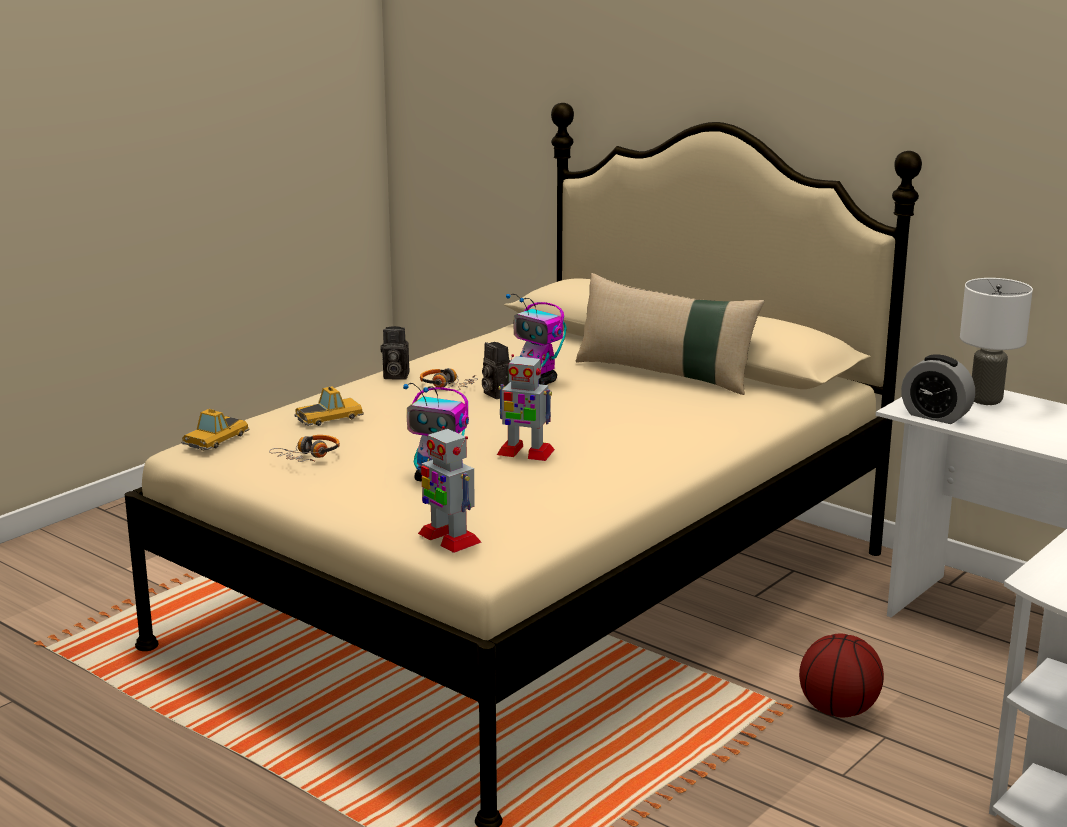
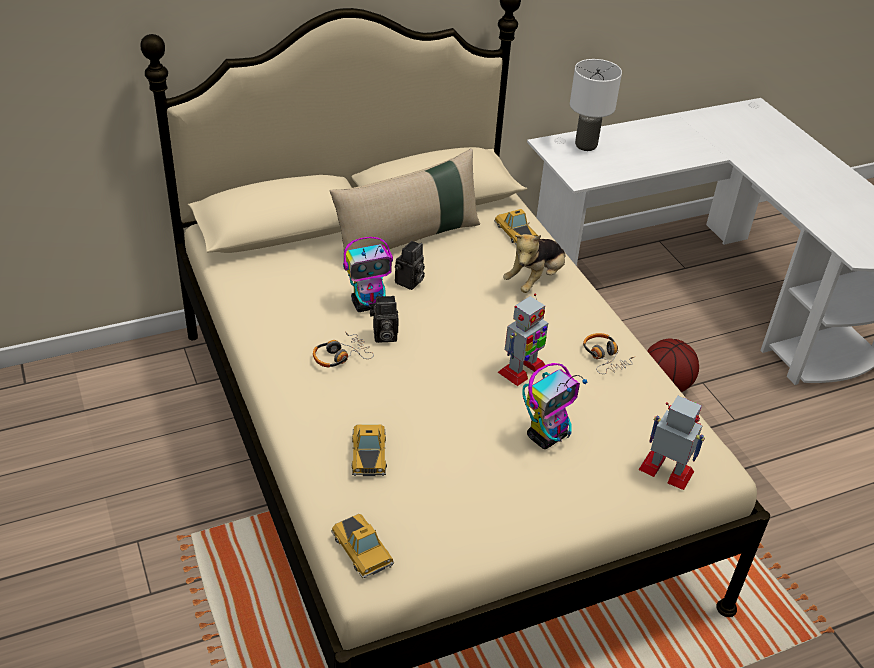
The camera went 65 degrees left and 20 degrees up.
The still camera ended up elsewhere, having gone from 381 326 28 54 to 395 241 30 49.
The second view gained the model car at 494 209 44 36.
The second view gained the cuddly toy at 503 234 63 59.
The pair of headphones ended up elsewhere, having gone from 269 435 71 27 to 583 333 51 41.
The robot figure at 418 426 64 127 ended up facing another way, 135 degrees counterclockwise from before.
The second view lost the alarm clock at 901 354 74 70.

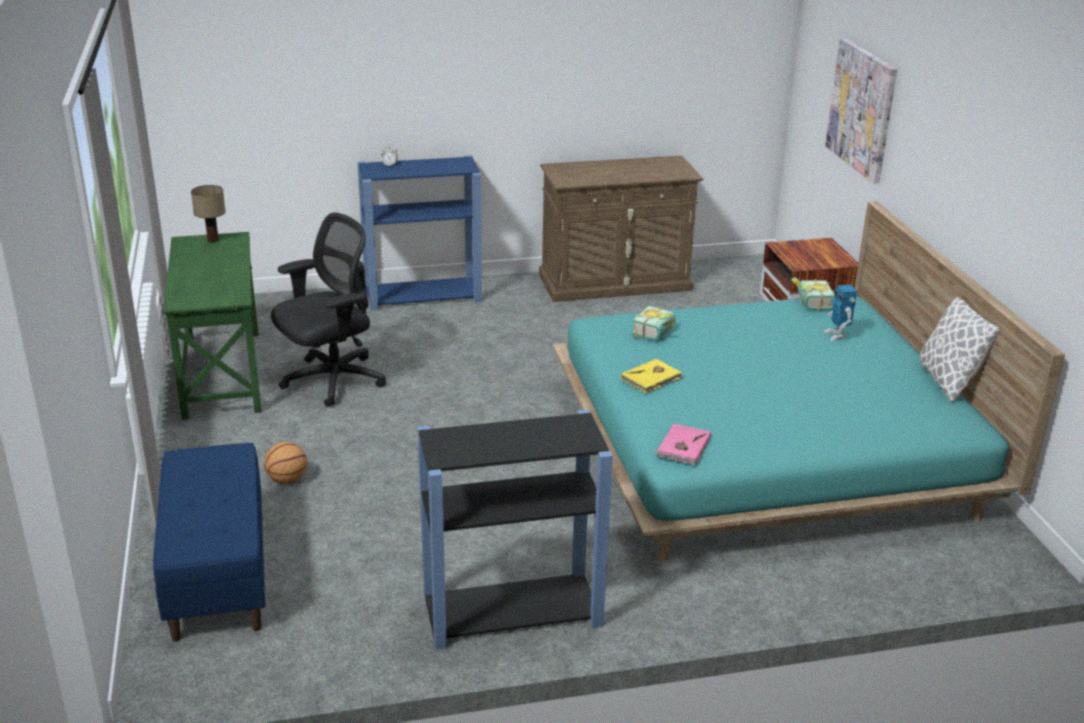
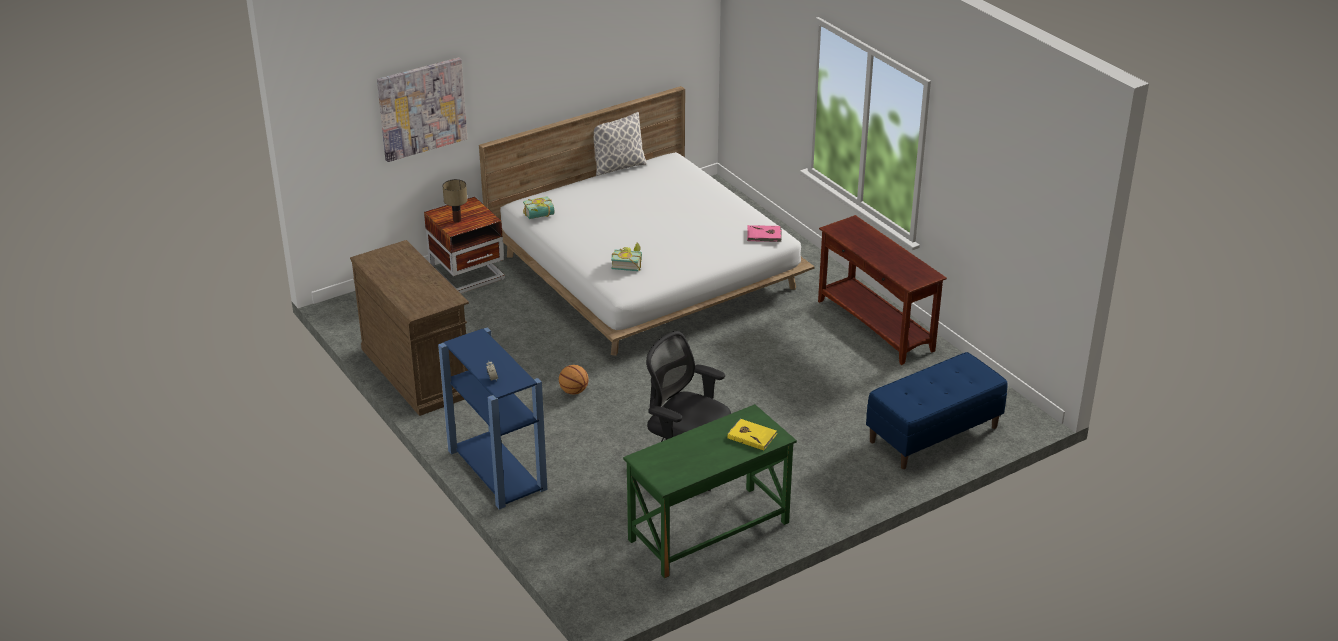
The camera went 110 degrees left and 5 degrees up.
The tabletop lamp ended up elsewhere, having gone from 191 185 35 58 to 443 179 24 43.
What was the bedroom bed (turquoise) at 553 201 512 362 turned into the bedroom bed (white) at 479 86 336 270.
The basketball ball ended up elsewhere, having gone from 264 442 43 42 to 559 365 29 30.
The volume (yellow-coloured) ended up elsewhere, having gone from 621 359 62 34 to 728 419 50 31.
Where the shelving unit (black) stood at 418 409 195 241, the console table (brown) came to stand at 818 215 129 150.
The second view lost the robot figure at 823 285 34 56.

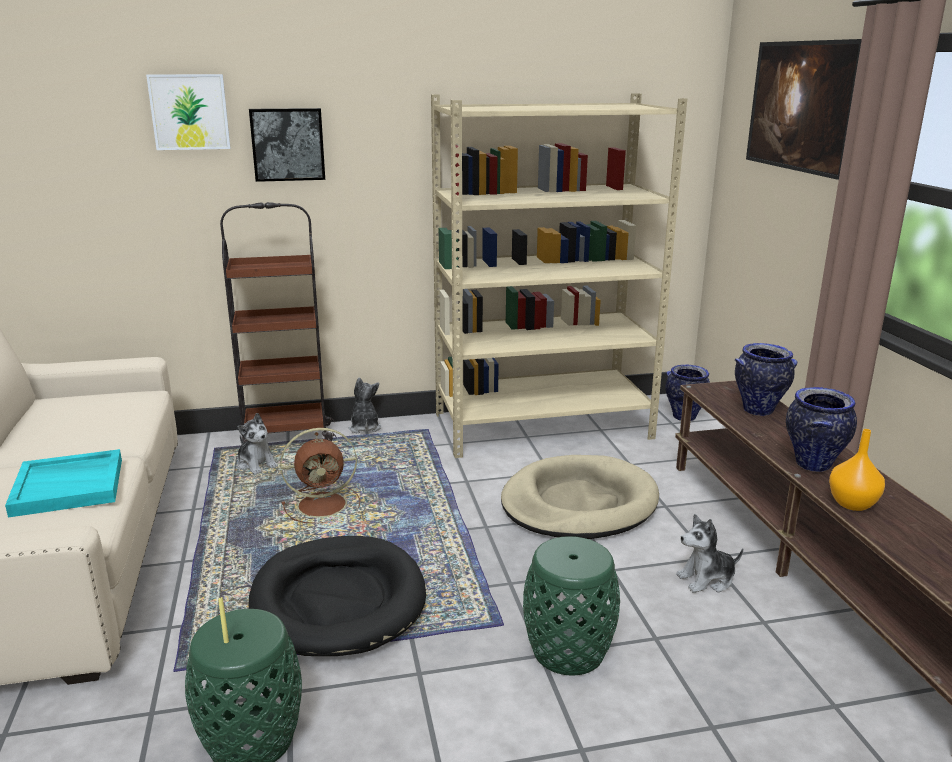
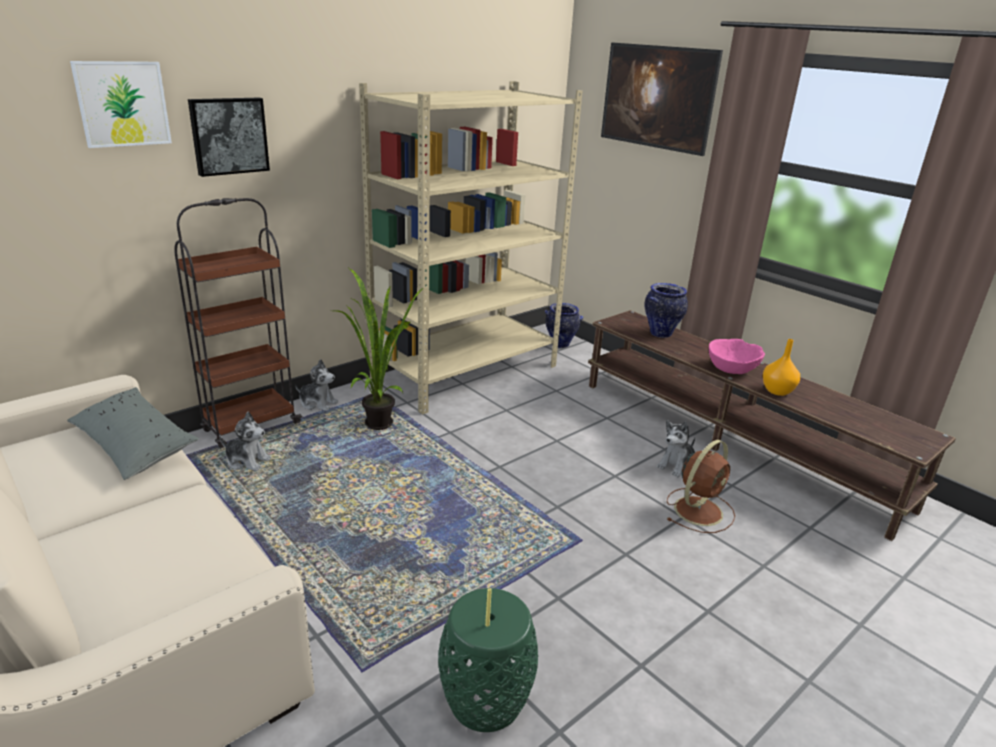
The camera went 30 degrees left and 5 degrees up.
The second view gained the throw pillow (gray) at 67 387 132 93.
The cuddly toy at 348 378 33 55 ended up facing another way, 150 degrees clockwise from before.
The second view gained the houseplant at 337 268 86 162.
The cooling fan (brown) ended up elsewhere, having gone from 280 428 80 95 to 666 440 69 93.
Where the vase stood at 786 387 71 85, the deep dish (pink-coloured) came to stand at 709 339 56 35.
The second view lost the tray (turquoise) at 5 449 117 69.
The second view lost the dog bed (black) at 249 536 177 120.
The second view lost the dog bed (sand-coloured) at 501 455 158 84.
The second view lost the stool (green) at 523 536 97 139.

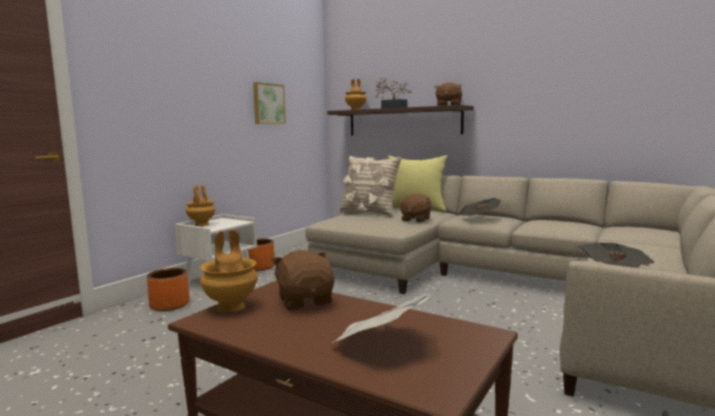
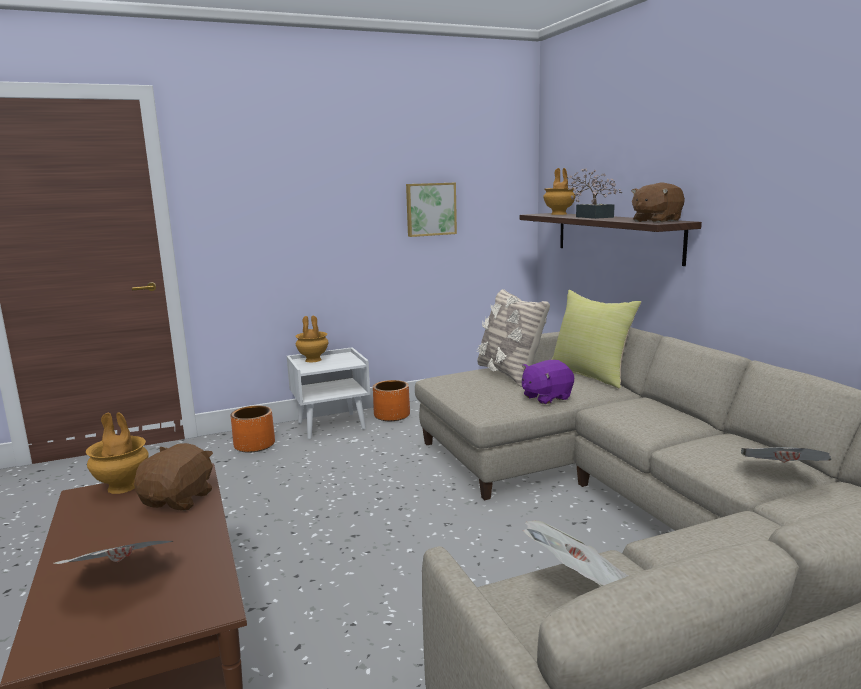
The camera went 35 degrees right and 5 degrees up.
What was the cuddly toy (brown) at 399 194 32 29 turned into the cuddly toy (purplish) at 522 360 52 44.
The printed paper ended up elsewhere, having gone from 459 198 42 18 to 741 447 91 16.

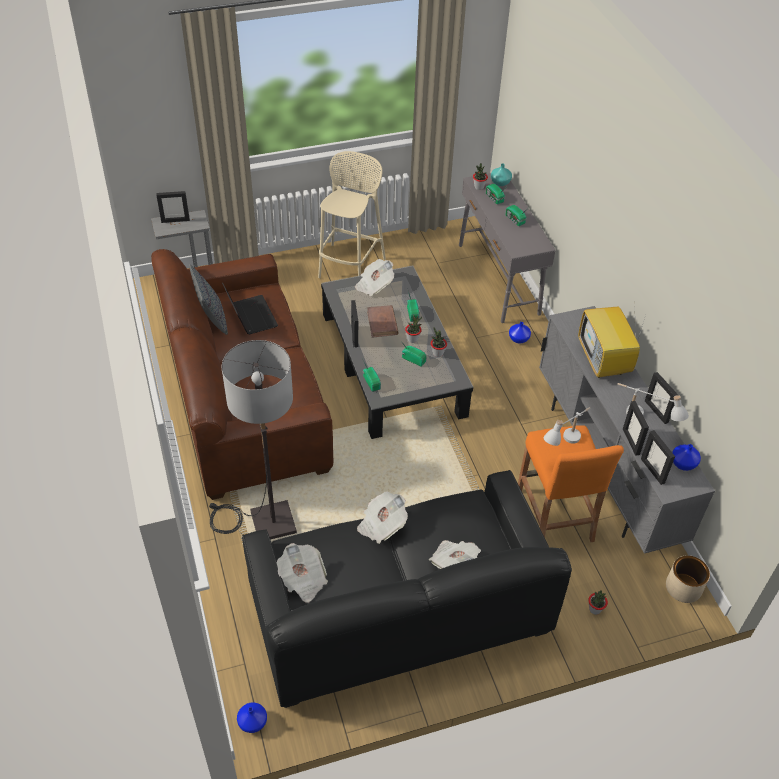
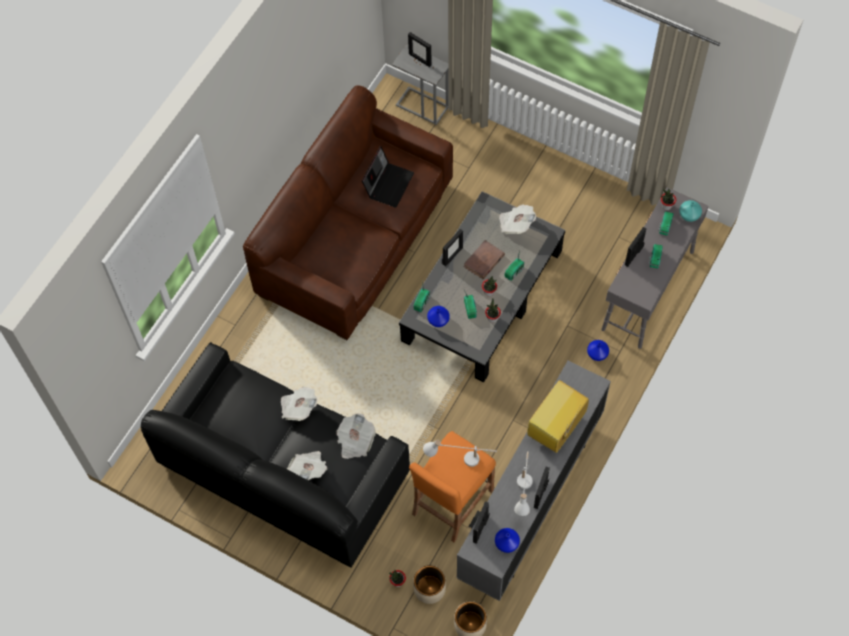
The camera went 50 degrees right and 15 degrees up.
The printed paper ended up elsewhere, having gone from 277 543 51 60 to 336 413 40 46.
The second view gained the flower pot (sand-coloured) at 413 565 33 39.
The vase (blue-coloured) ended up elsewhere, having gone from 237 702 30 31 to 427 306 23 21.
The picture frame ended up elsewhere, having gone from 623 401 26 55 to 625 227 21 40.
The second view lost the throw pillow (gray) at 189 264 39 71.
The second view lost the standard lamp at 209 340 88 200.
The second view lost the stool (sand-coloured) at 318 151 68 127.

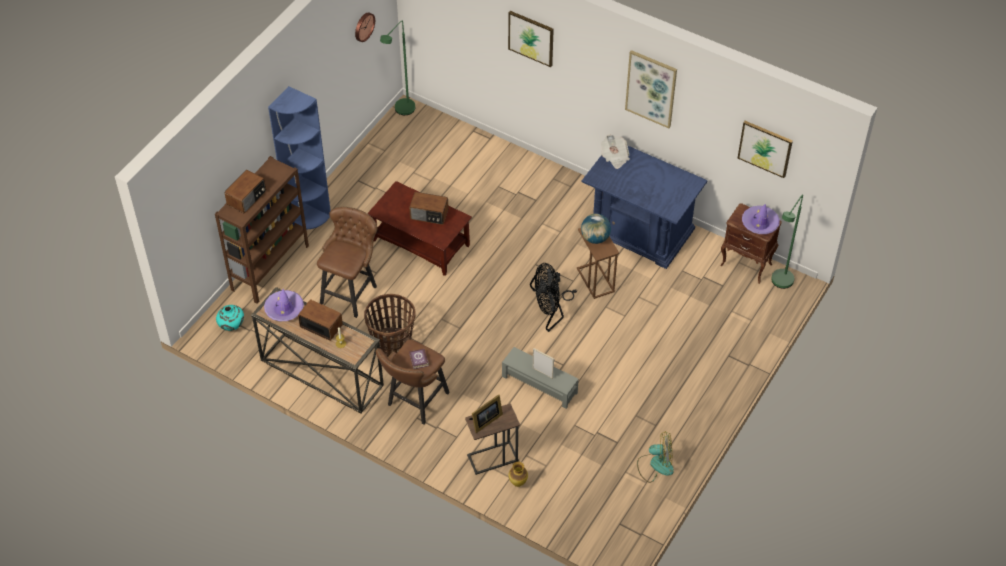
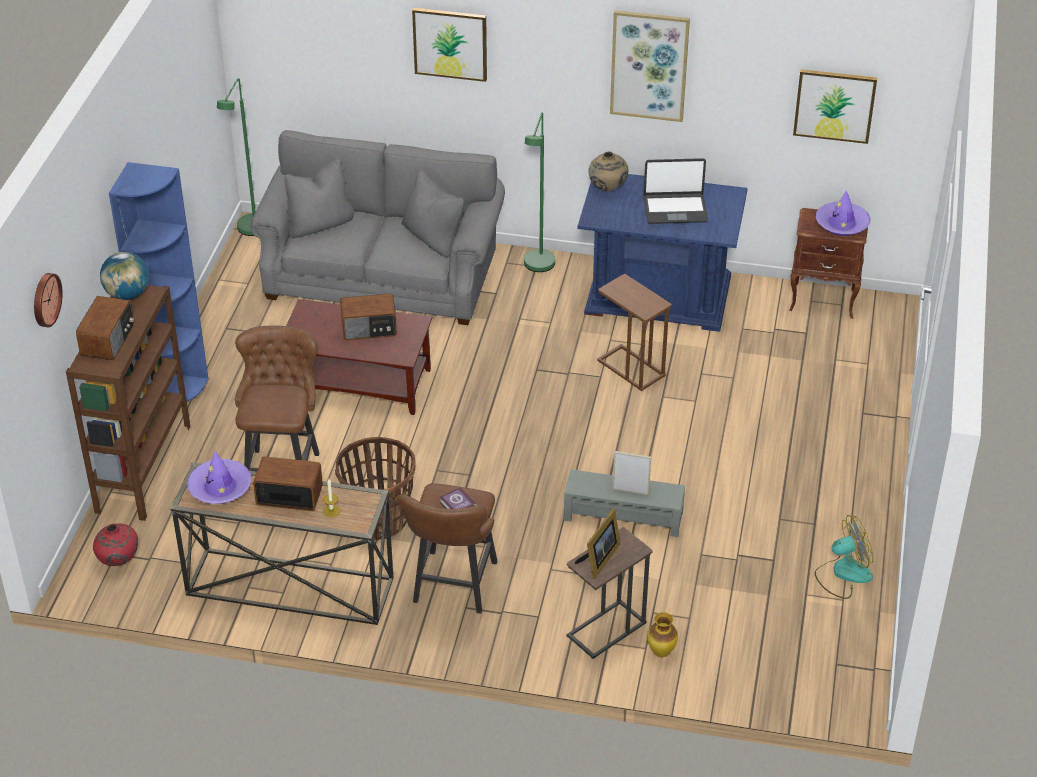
The camera went 20 degrees left and 10 degrees down.
The wall clock ended up elsewhere, having gone from 355 12 20 30 to 34 273 28 54.
What was the vase (turquoise) at 216 305 28 26 turned into the vase (red-coloured) at 93 524 45 42.
The globe ended up elsewhere, having gone from 581 214 30 30 to 100 252 49 48.
The second view gained the sofa (gray) at 250 130 255 195.
The standard lamp (green) ended up elsewhere, having gone from 771 194 32 95 to 524 113 31 159.
Where the printed paper stood at 601 134 29 35, the vase (sand-coloured) came to stand at 588 151 40 40.
The second view gained the notebook computer at 644 158 64 66.
The second view lost the cooling fan (black) at 530 263 48 69.

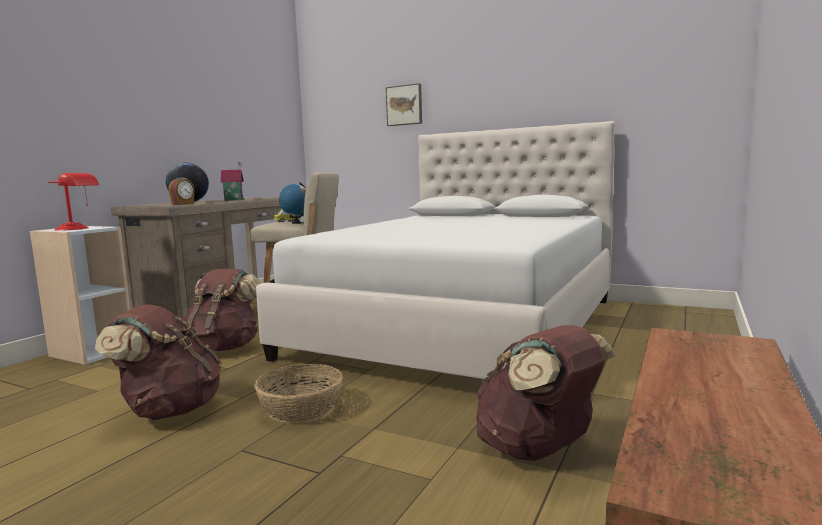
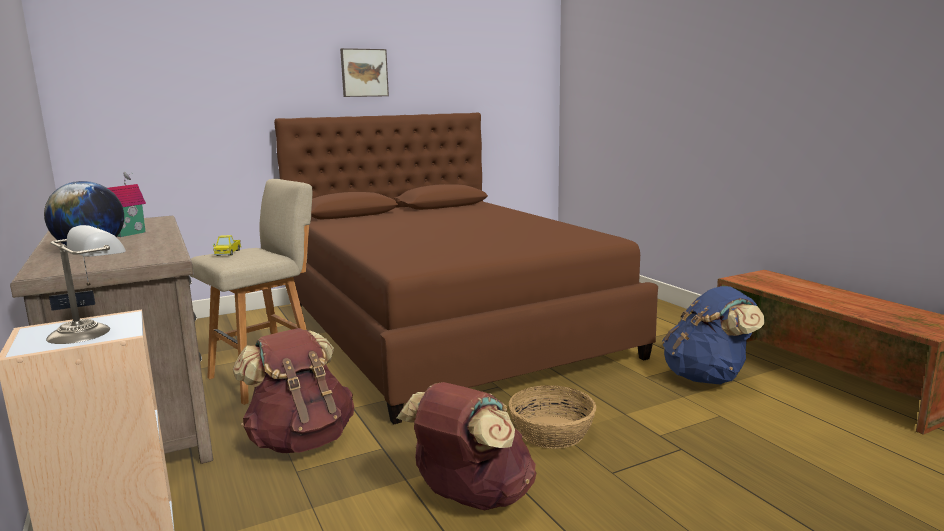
The camera went 55 degrees left and 5 degrees up.
What was the tabletop lamp (red-coloured) at 48 173 51 58 turned into the tabletop lamp (white) at 46 225 80 119.
What was the bedroom bed (white) at 256 121 359 258 turned into the bedroom bed (brown) at 274 113 384 312.
The wall picture ended up elsewhere, having gone from 386 83 36 43 to 340 48 49 49.
What was the backpack (brown) at 476 325 140 136 turned into the backpack (blue-coloured) at 662 286 103 98.
The second view lost the alarm clock at 168 178 27 27.
The second view lost the globe at 279 182 27 42.

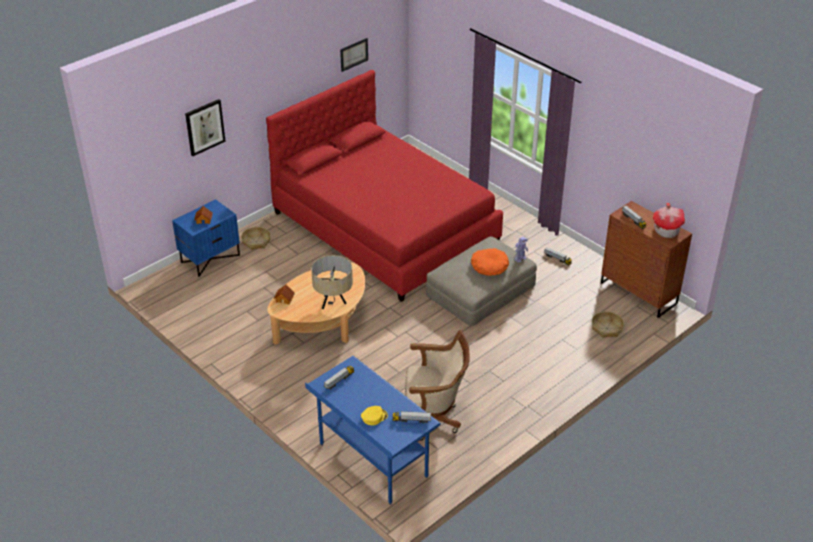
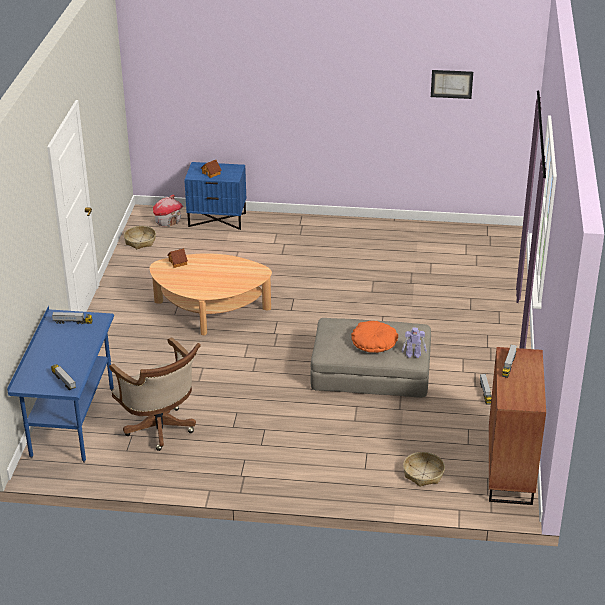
The camera went 50 degrees right and 5 degrees down.
The household basket ended up elsewhere, having gone from 241 227 30 23 to 124 226 32 23.
The model house ended up elsewhere, having gone from 653 203 32 35 to 153 195 30 32.
The second view lost the wall picture at 185 99 41 57.
The second view lost the bedroom bed (red-coloured) at 266 70 237 232.
The second view lost the tabletop lamp (sand-coloured) at 311 255 42 54.
The second view lost the cap (yellow-coloured) at 361 406 27 19.

